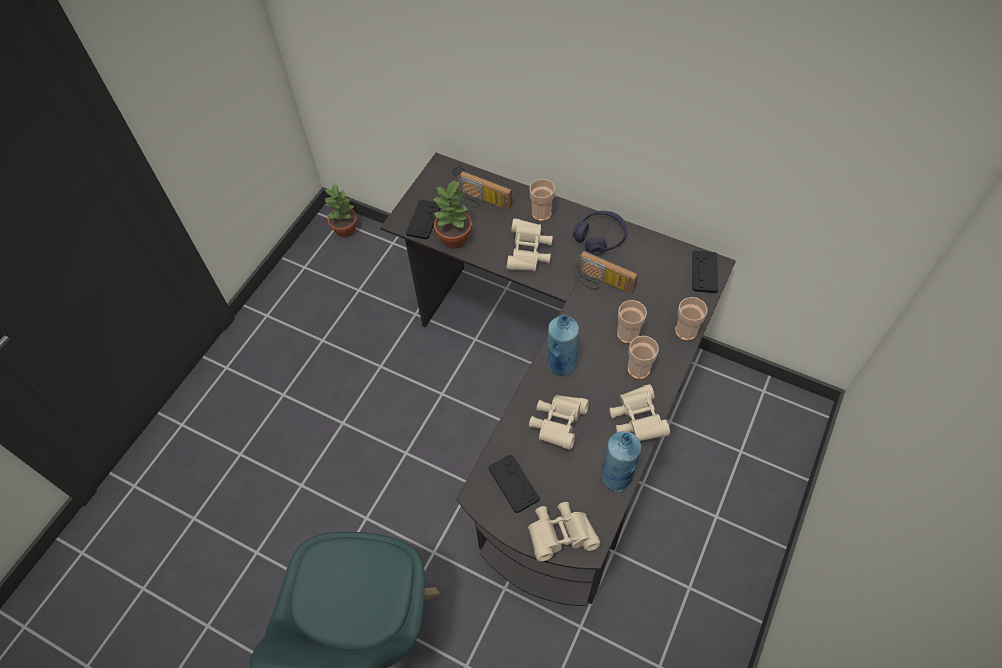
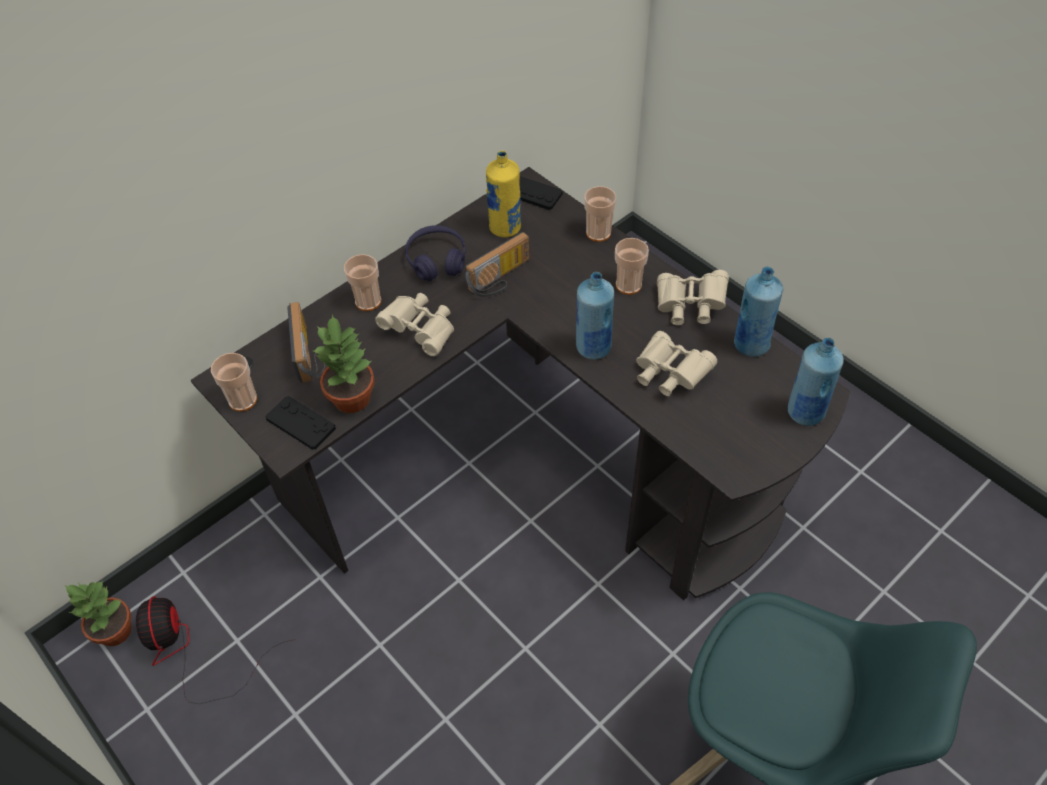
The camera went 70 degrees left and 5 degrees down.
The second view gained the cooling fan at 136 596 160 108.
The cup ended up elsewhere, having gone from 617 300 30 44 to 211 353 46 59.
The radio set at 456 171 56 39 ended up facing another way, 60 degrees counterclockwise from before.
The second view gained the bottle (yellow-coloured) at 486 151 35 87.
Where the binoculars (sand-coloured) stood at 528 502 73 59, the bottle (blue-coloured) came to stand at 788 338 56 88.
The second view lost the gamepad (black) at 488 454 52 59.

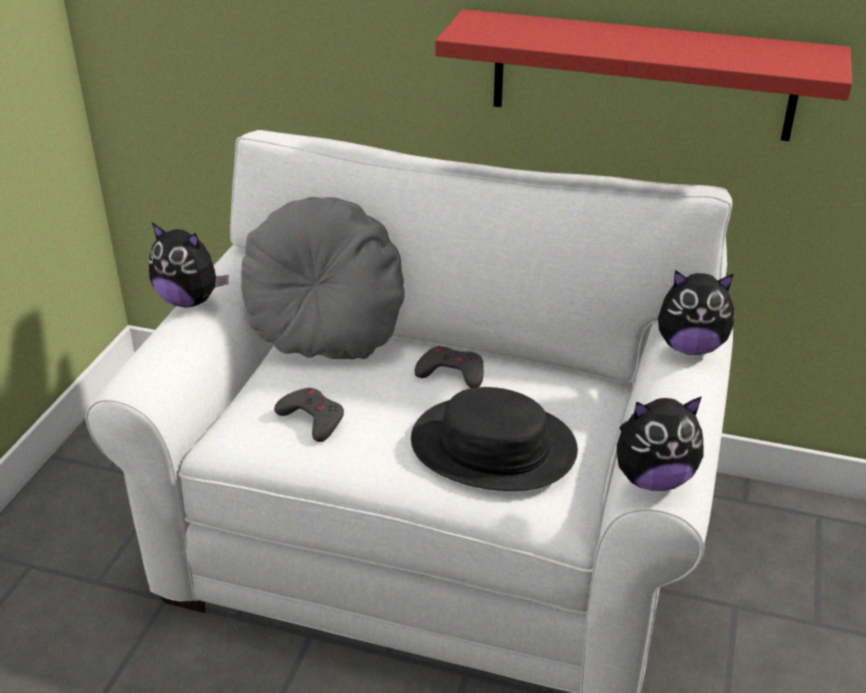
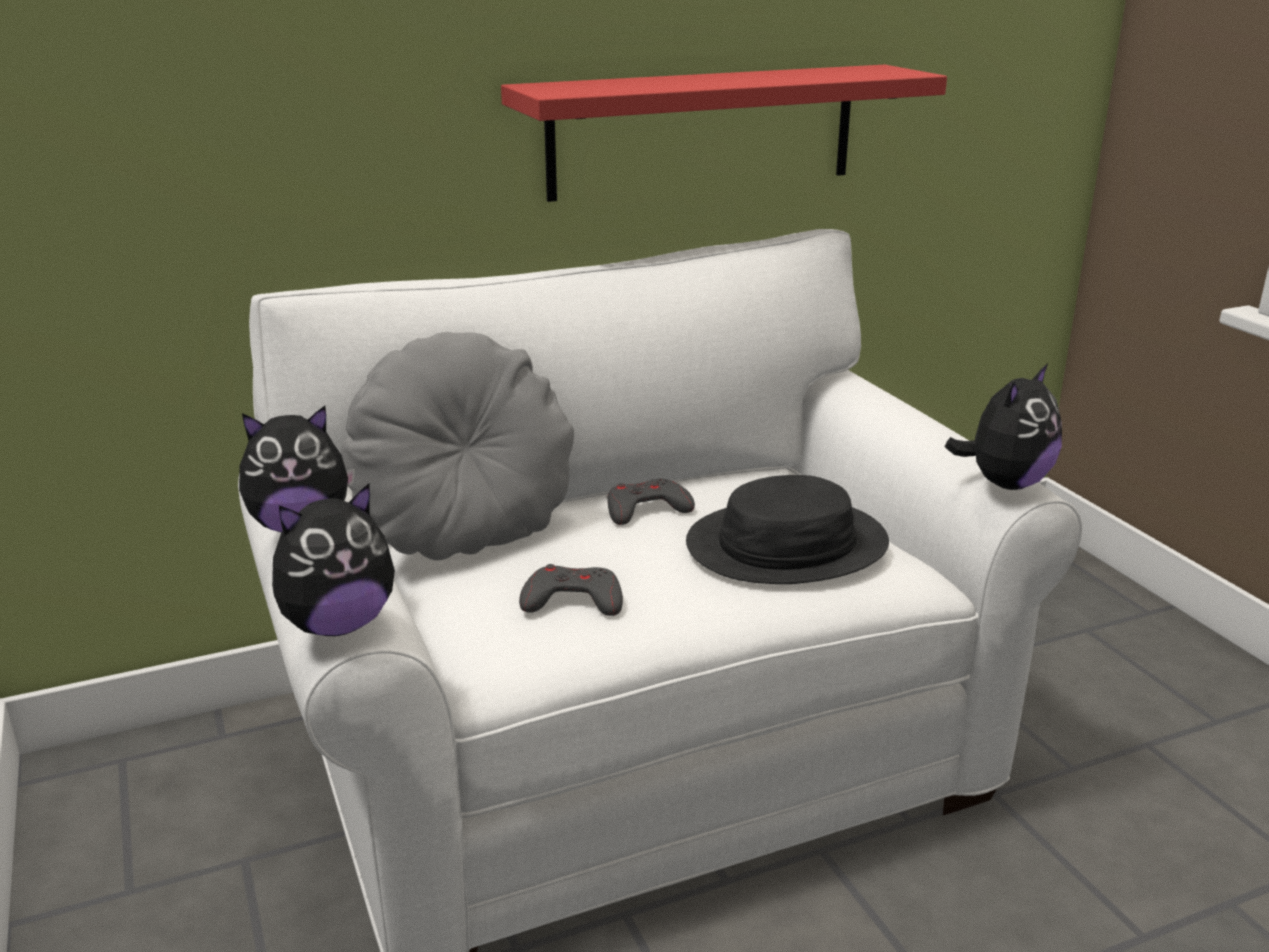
The camera went 40 degrees left and 10 degrees down.
The cuddly toy ended up elsewhere, having gone from 658 270 79 85 to 272 483 123 153.

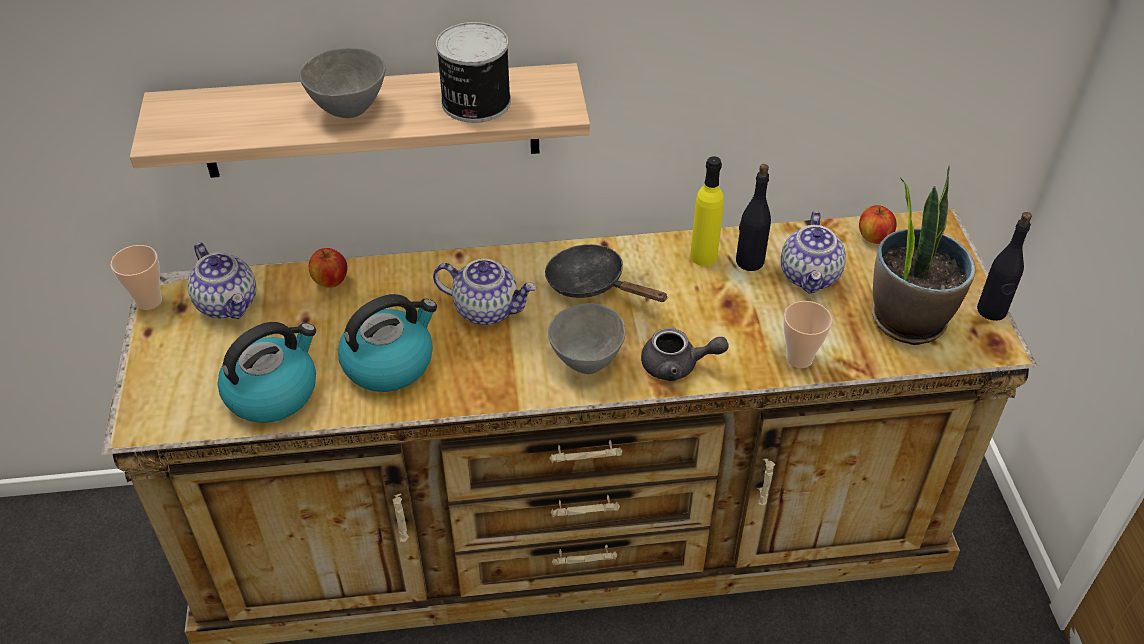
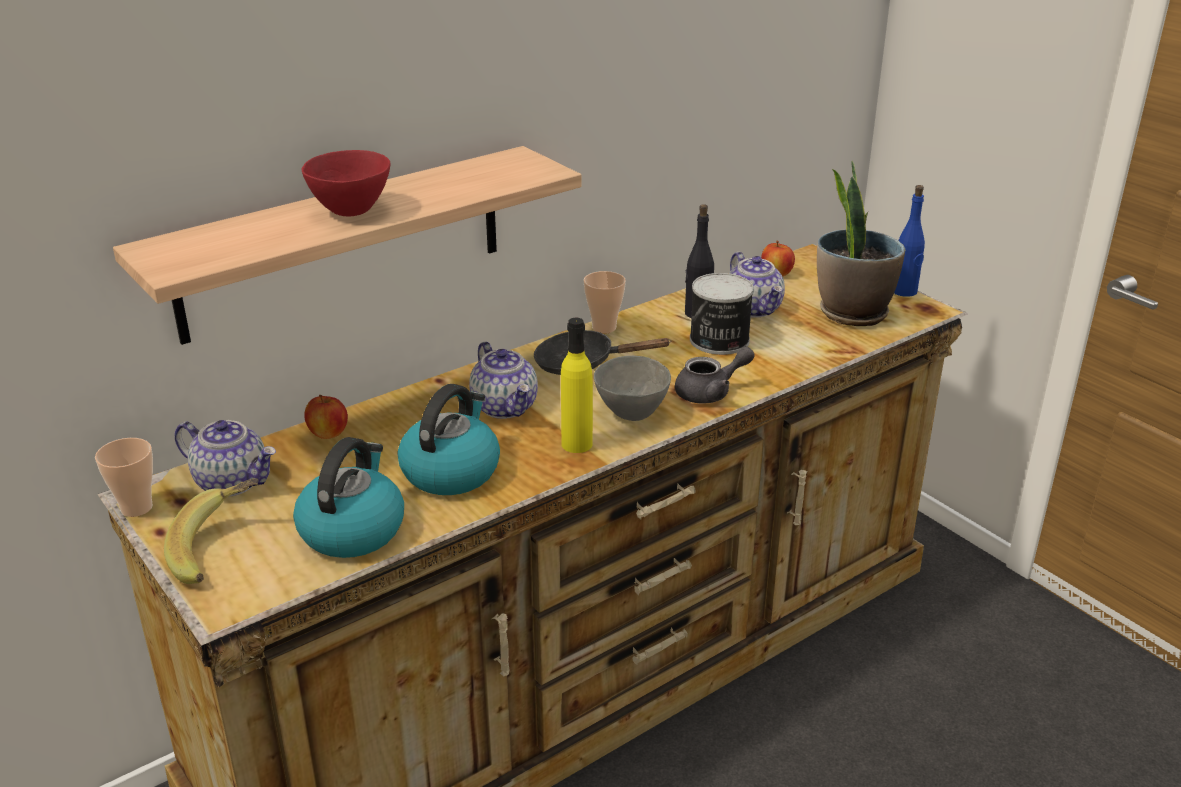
The camera went 30 degrees left and 15 degrees down.
The second view gained the banana fruit at 164 478 95 106.
What was the deep dish (gray) at 299 48 87 70 turned into the deep dish (red-coloured) at 302 150 88 66.
The teapot at 433 259 104 66 ended up facing another way, 75 degrees clockwise from before.
The bottle (yellow-coloured) ended up elsewhere, having gone from 690 156 34 110 to 561 318 32 135.
The cup ended up elsewhere, having gone from 783 301 49 67 to 584 271 42 62.
The sealed can ended up elsewhere, having gone from 436 22 75 101 to 690 273 64 82.
What was the bottle (black) at 977 212 55 109 turned into the bottle (blue-coloured) at 894 185 31 112.

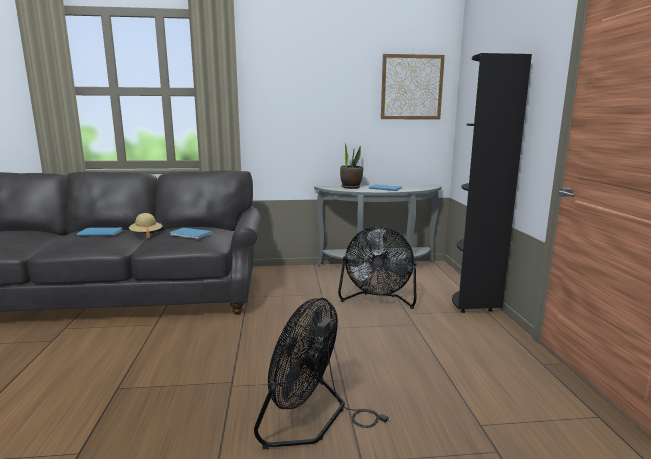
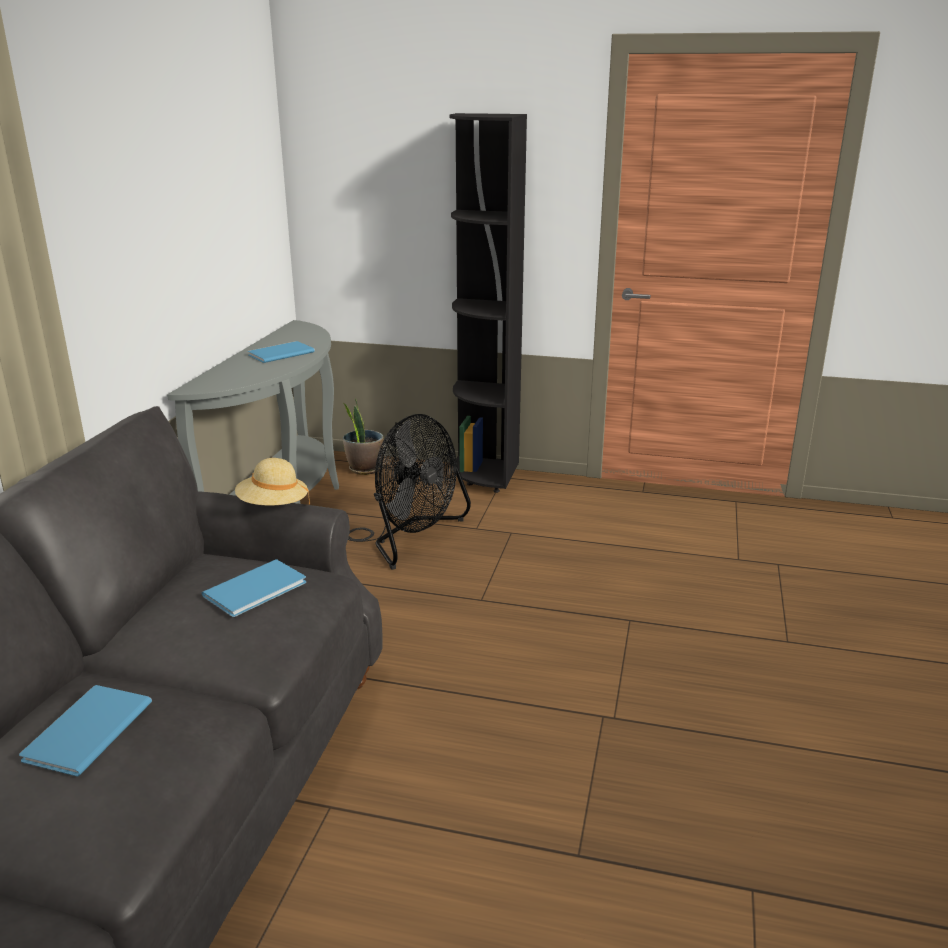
The camera went 70 degrees left and 10 degrees up.
The hat (sand-coloured) ended up elsewhere, having gone from 129 213 33 25 to 235 458 75 47.
The houseplant ended up elsewhere, having gone from 340 144 24 45 to 343 398 41 77.
The second view lost the cooling fan (black) at 254 298 136 151.
The second view lost the wall picture at 381 54 64 66.

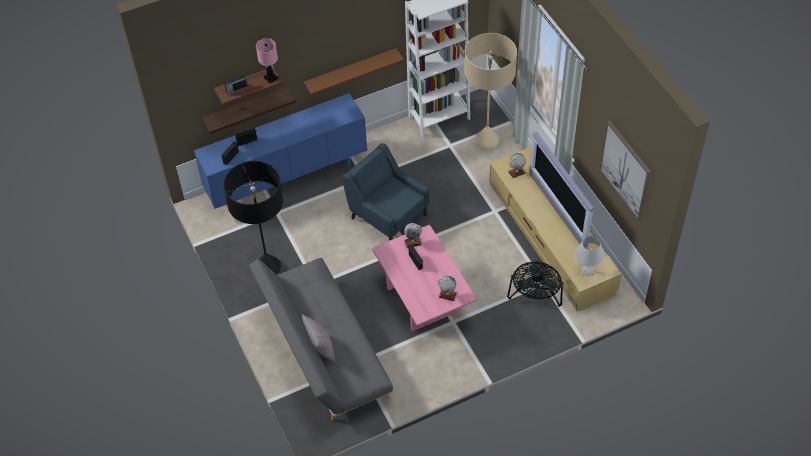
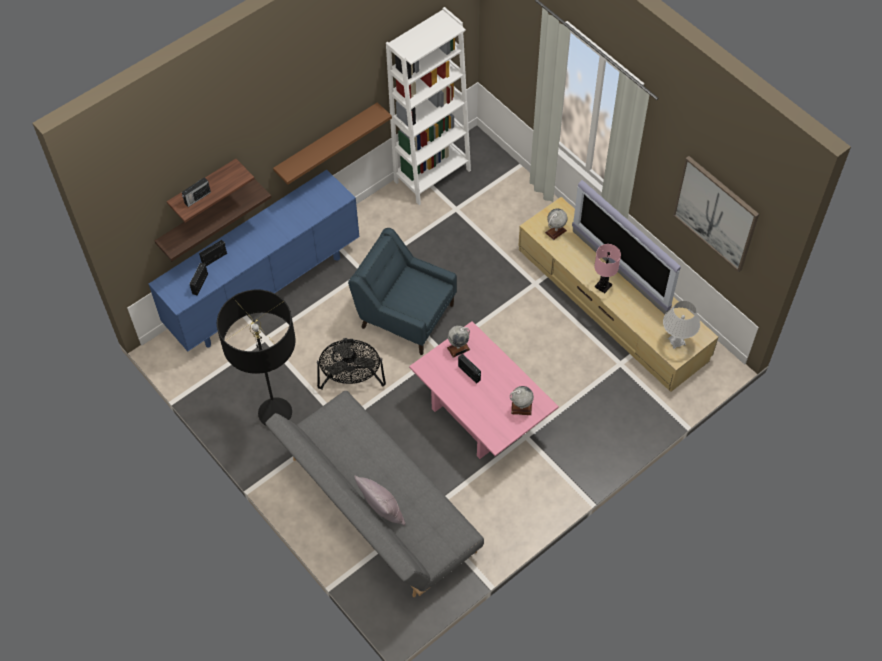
The camera went 15 degrees left and 5 degrees up.
The cooling fan (black) ended up elsewhere, having gone from 507 261 56 46 to 317 338 69 52.
The tabletop lamp (pink-coloured) ended up elsewhere, having gone from 256 38 22 45 to 594 244 27 49.
The second view lost the standard lamp (sand-coloured) at 464 33 53 116.

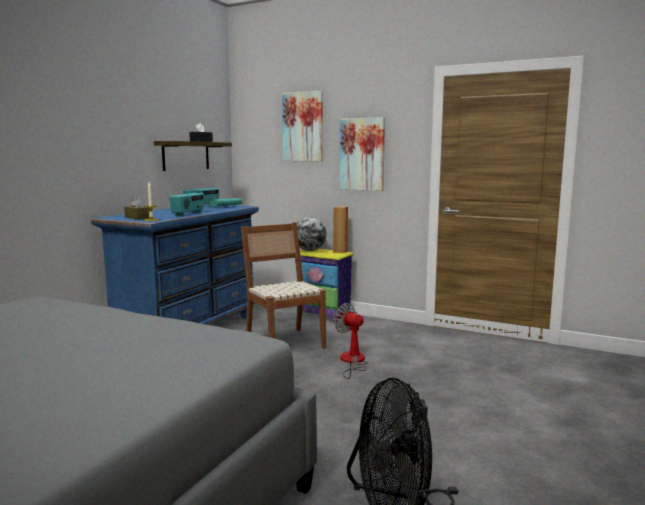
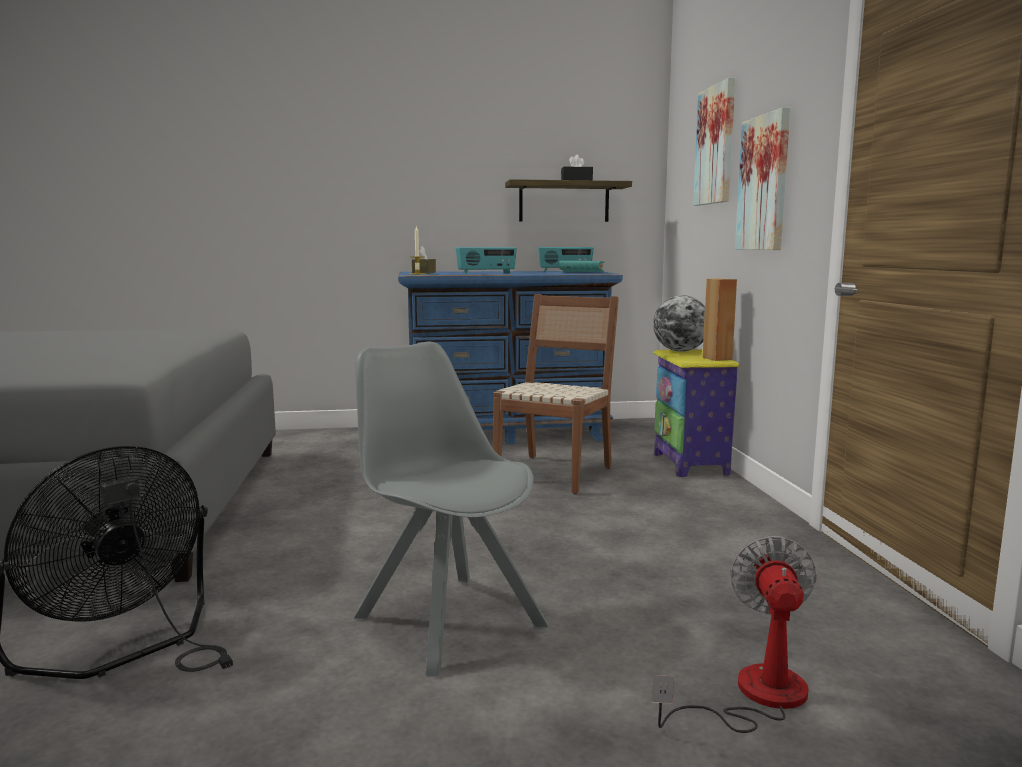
The camera went 55 degrees right and 0 degrees up.
The second view gained the upright chair (gray) at 354 341 194 336.
The cooling fan ended up elsewhere, having gone from 334 303 34 76 to 652 536 165 197.

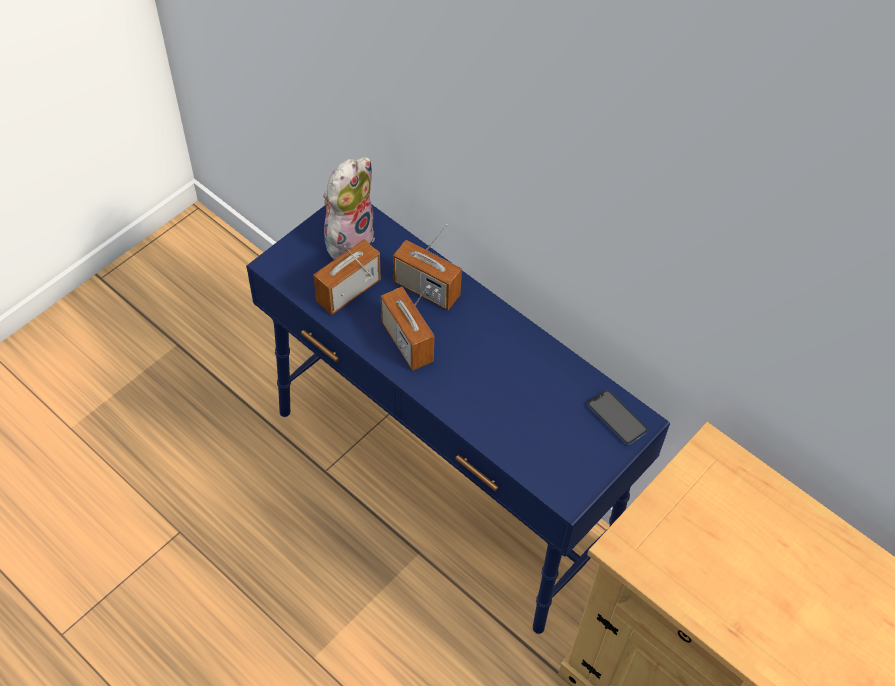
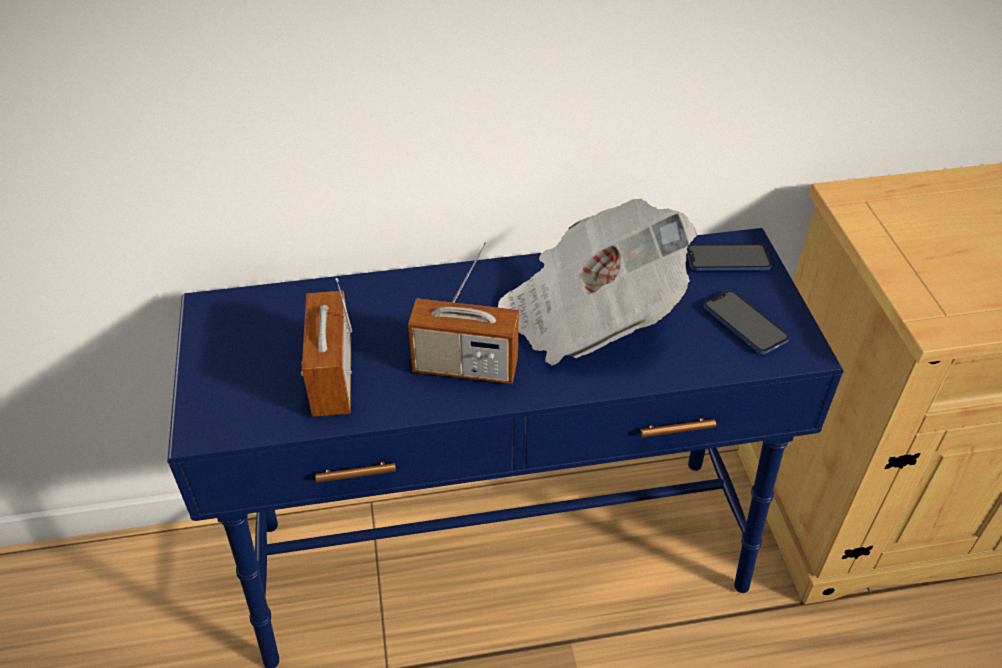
The camera went 50 degrees left and 10 degrees down.
The second view gained the printed paper at 498 199 199 166.
The second view gained the telephone at 704 290 85 64.
The second view lost the cuddly toy at 323 157 52 103.
The second view lost the radio set at 393 224 69 86.

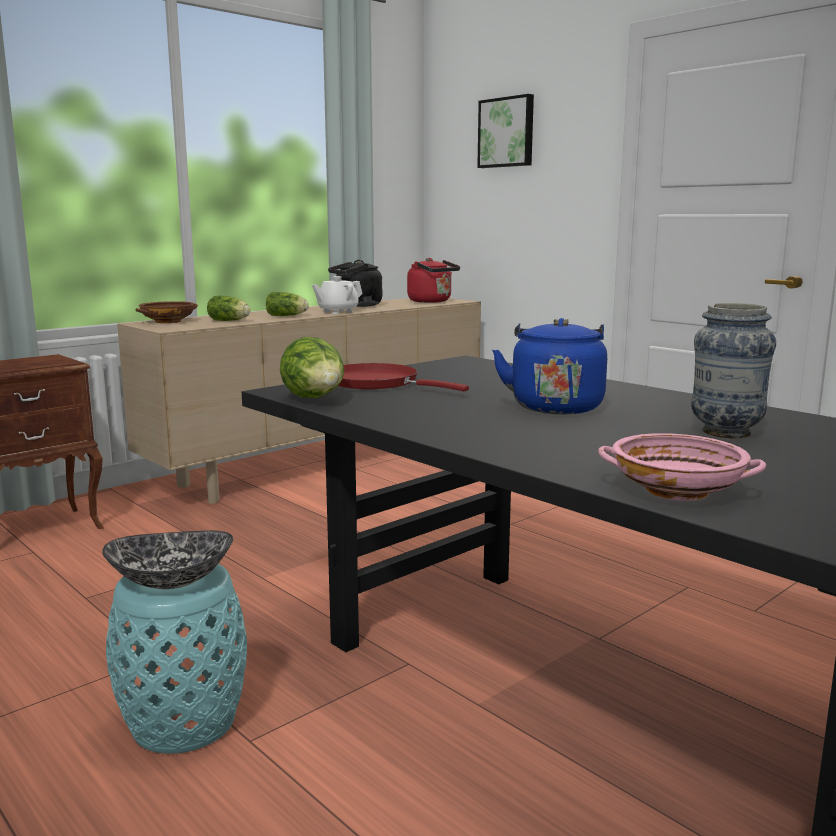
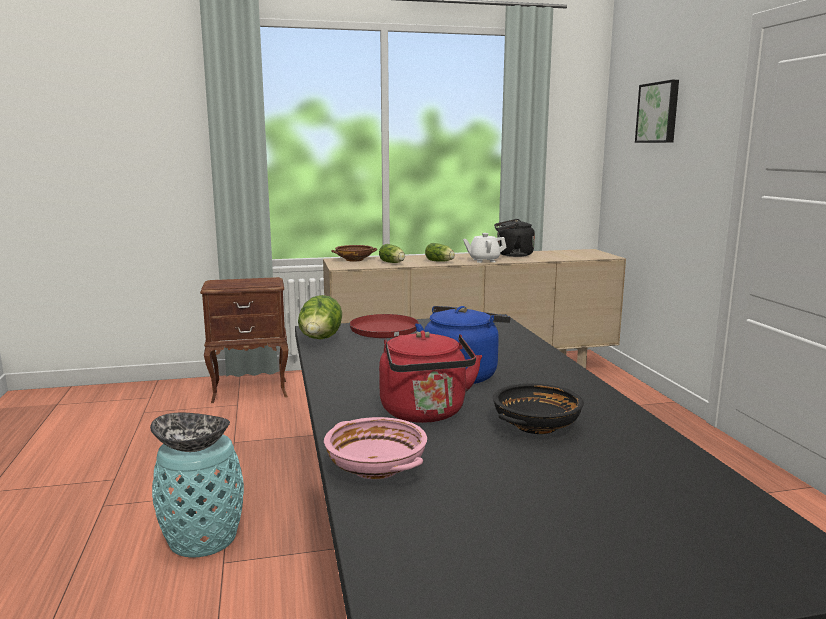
The camera went 30 degrees right and 0 degrees up.
The kettle (red-coloured) ended up elsewhere, having gone from 407 258 53 45 to 379 331 103 92.
Where the vase stood at 691 303 85 135, the deep dish (black) came to stand at 493 383 91 51.

